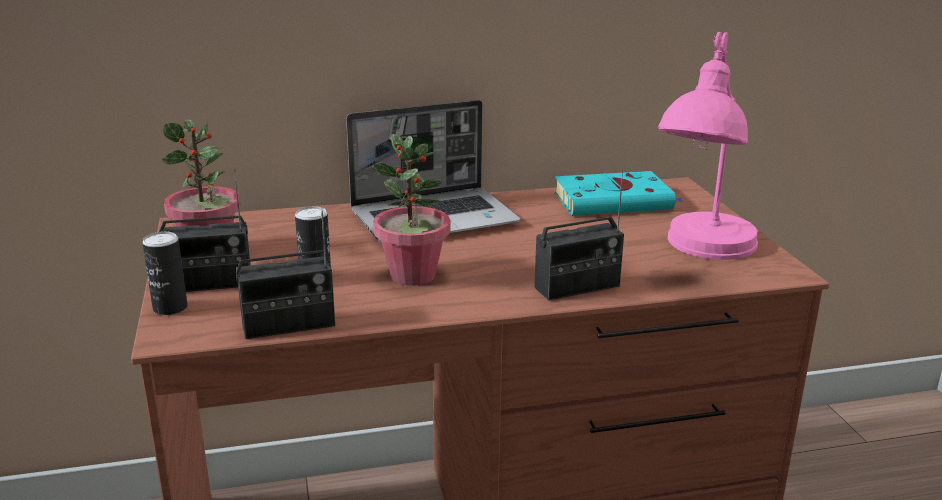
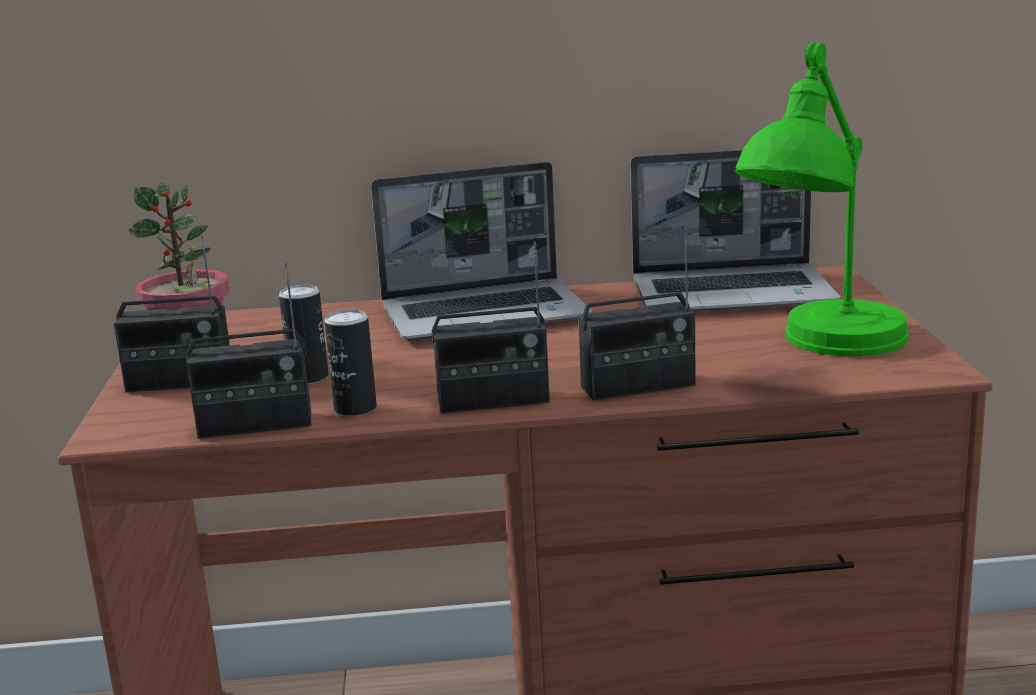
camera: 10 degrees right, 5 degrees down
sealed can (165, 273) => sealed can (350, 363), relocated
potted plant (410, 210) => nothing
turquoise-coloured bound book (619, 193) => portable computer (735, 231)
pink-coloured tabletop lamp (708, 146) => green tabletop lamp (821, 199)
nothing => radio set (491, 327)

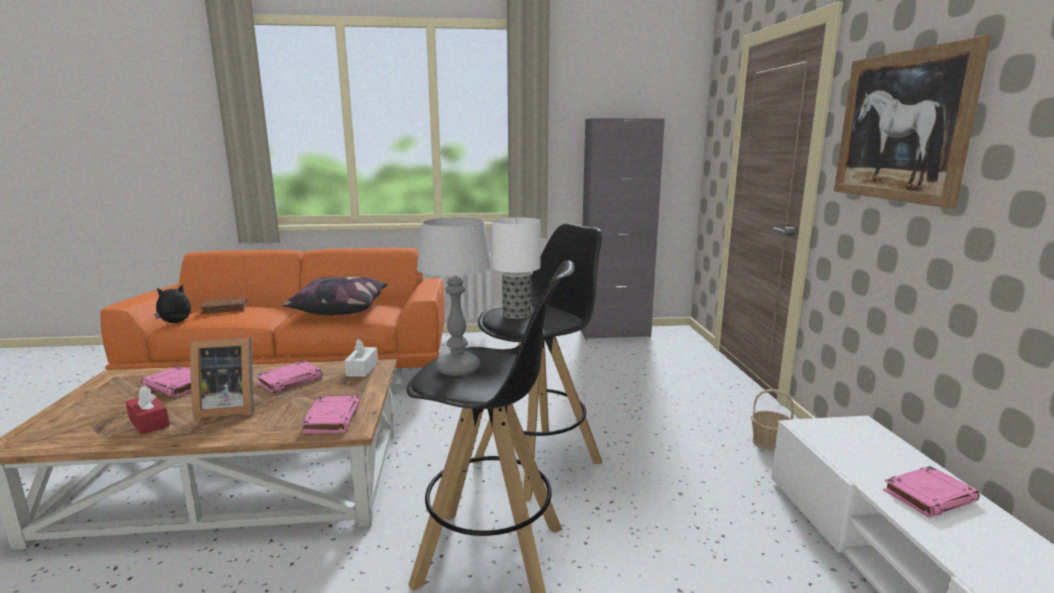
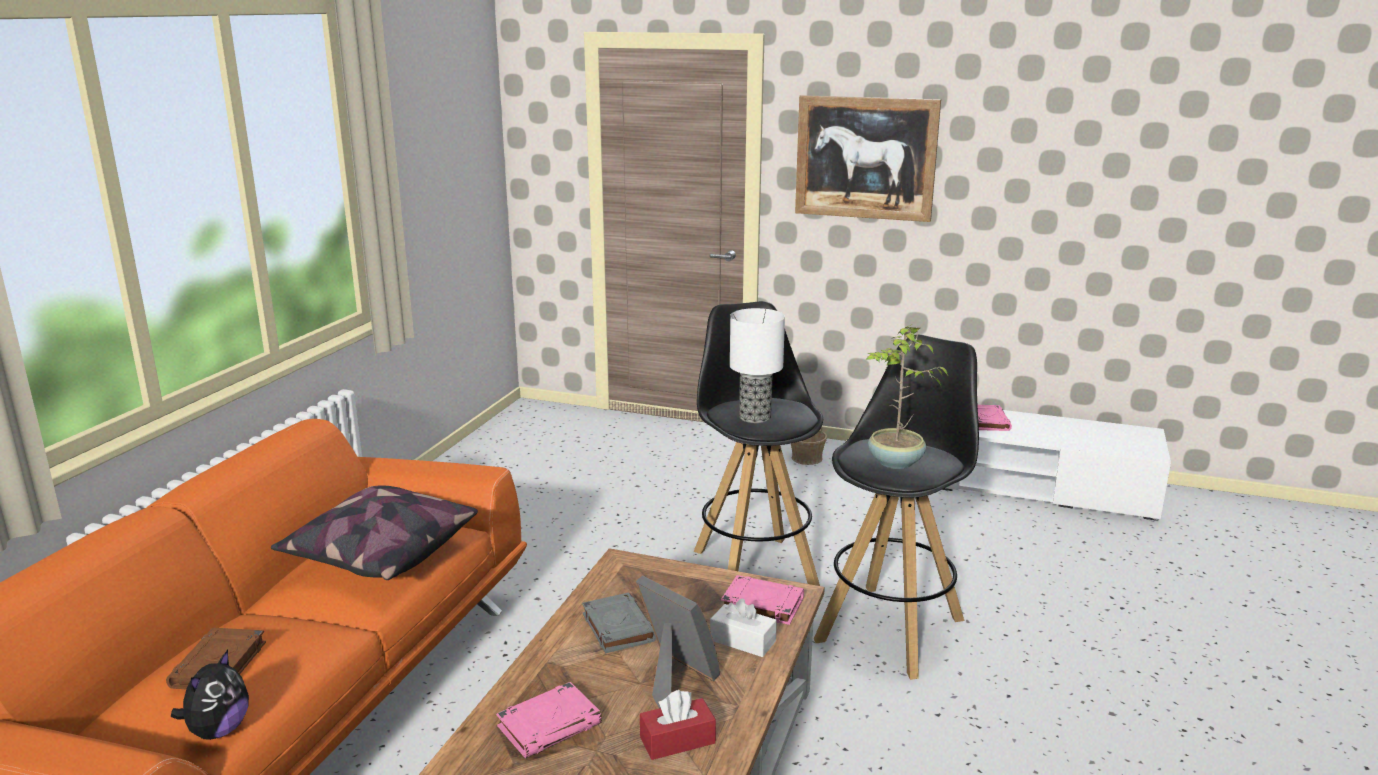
camera: 65 degrees left, 5 degrees up
plush toy (172, 303) => plush toy (210, 695), 150 degrees counterclockwise
photo frame (222, 378) => photo frame (678, 641), 60 degrees counterclockwise
pink-coloured bound book (289, 377) => greyish bound book (619, 623)
white box of tissues (361, 357) => white box of tissues (743, 627), relocated
tabletop lamp (454, 296) => potted plant (907, 396)
greyish storage cabinet (622, 228) => nothing

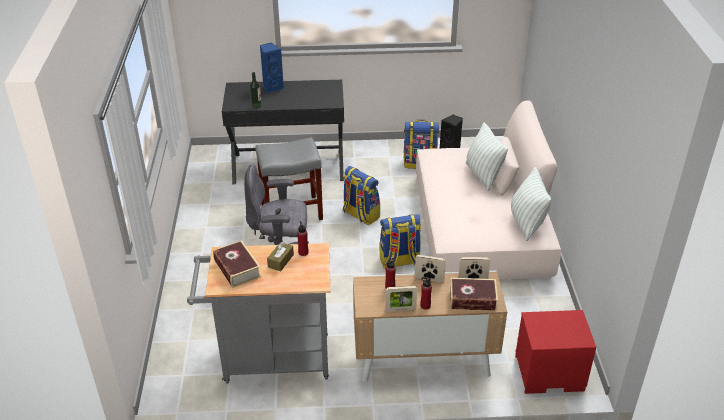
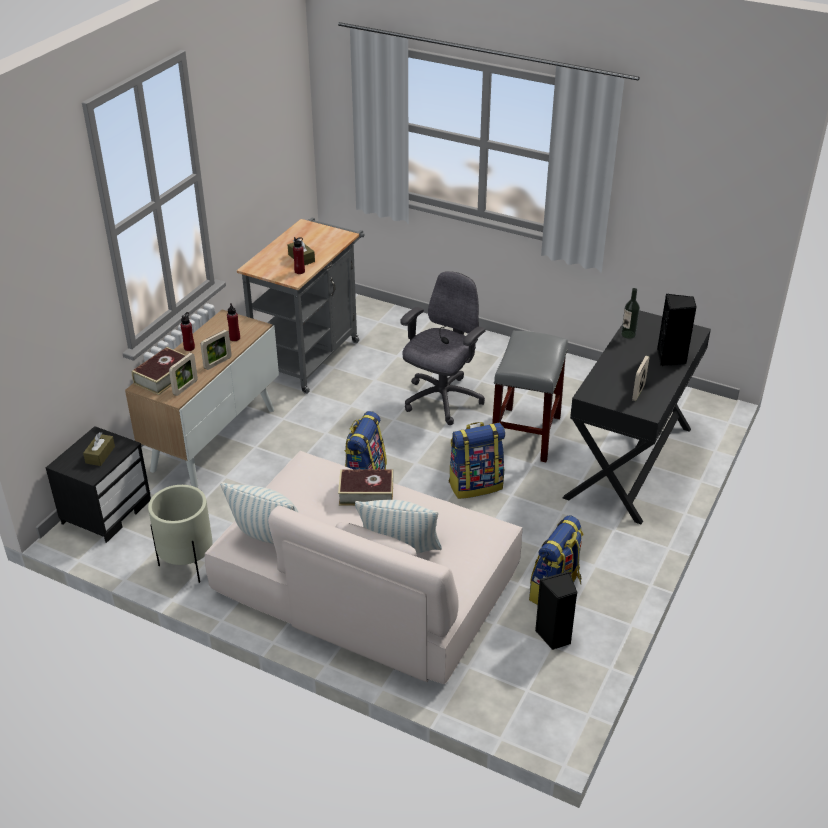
camera: 120 degrees right, 0 degrees up
bound book (237, 264) => bound book (365, 487), relocated
bluish speaker (272, 68) => blackish speaker (677, 330)
photo frame (401, 299) => photo frame (641, 378), relocated
reddish nightstand (555, 352) => blackish nightstand (98, 484)
nothing => brownish box of tissues (99, 449)
nothing => beige planter (180, 534)

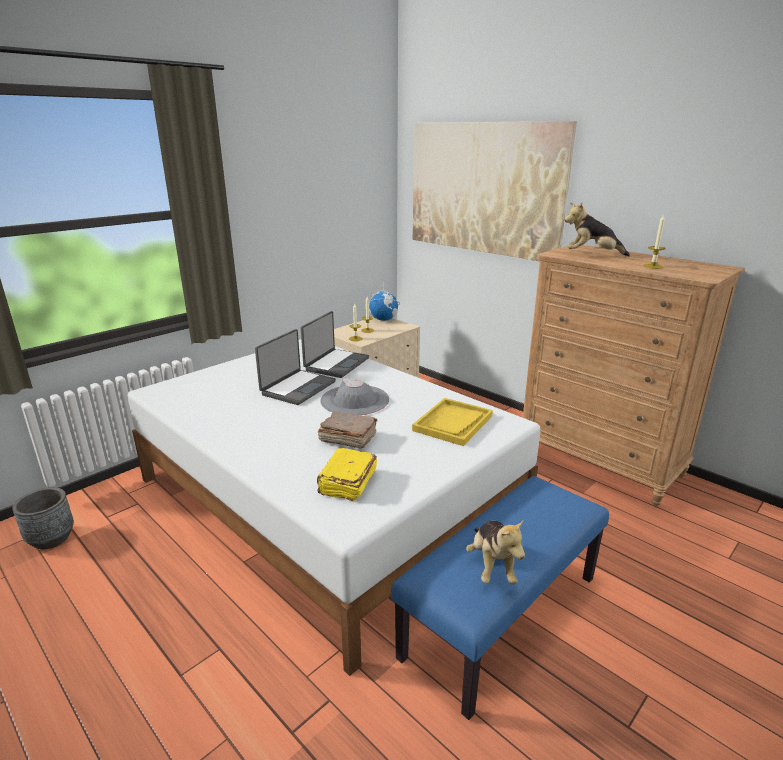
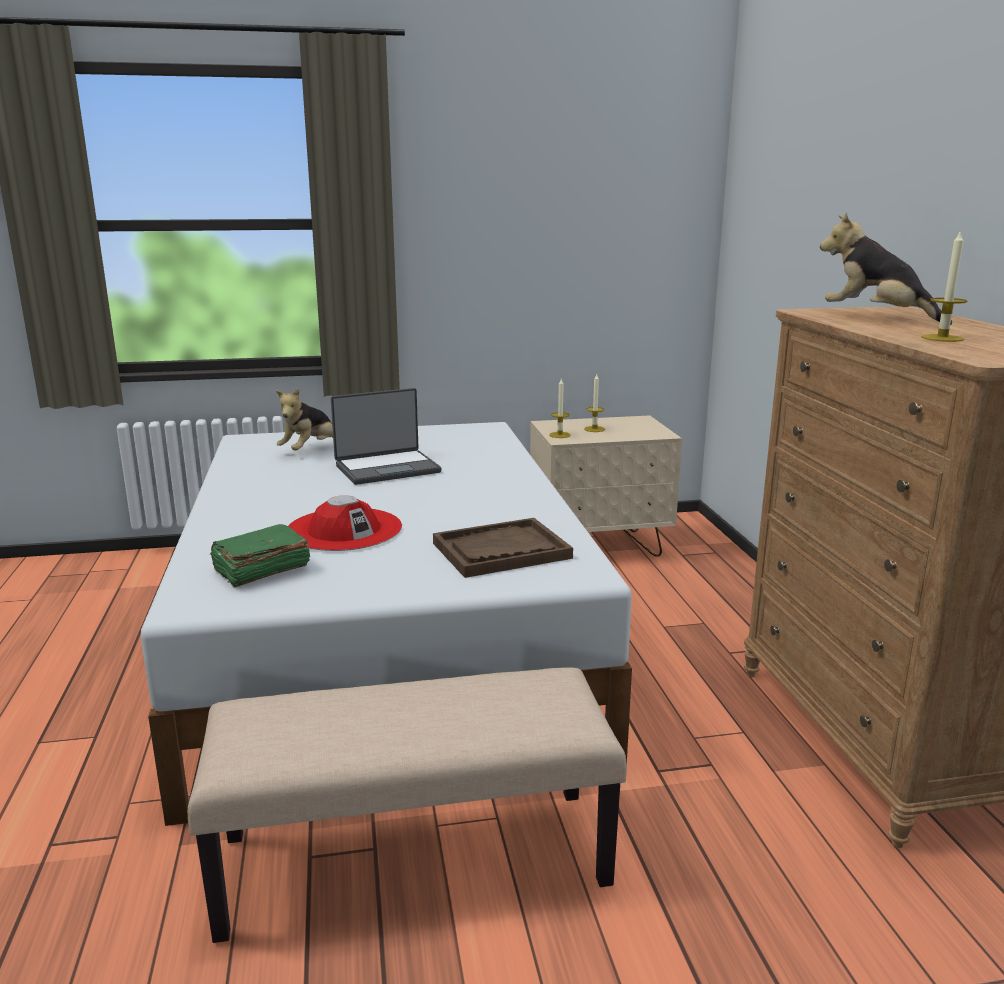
camera: 35 degrees right, 5 degrees down
greyish planter (43, 518) => nothing
portable computer (335, 344) => nothing
yellow bound book (347, 474) => green bound book (260, 556)
brownish bound book (347, 430) => reddish wearable hat (345, 523)
greyish wearable hat (354, 396) => nothing
world globe (384, 301) => nothing
bluish indoor bench (500, 598) => beige indoor bench (407, 805)
yellow tray (452, 422) => brownish tray (503, 548)
picture (495, 191) => nothing
plush toy (495, 551) => plush toy (304, 419), relocated

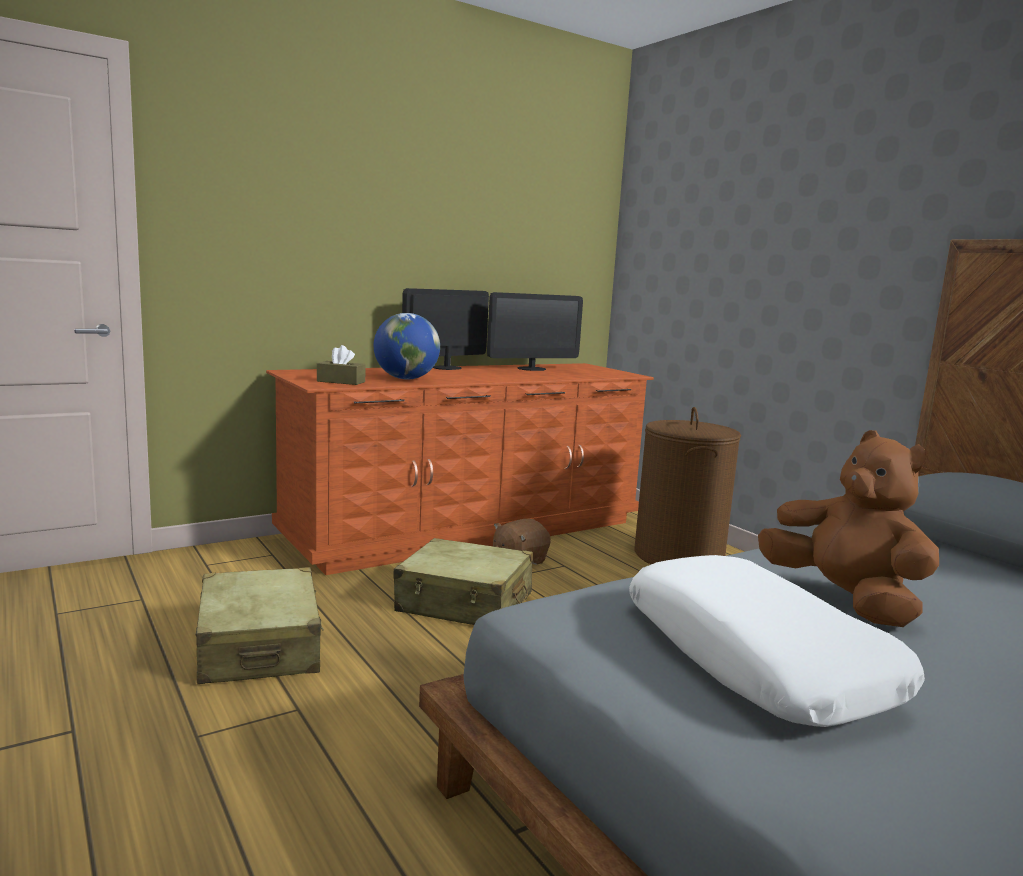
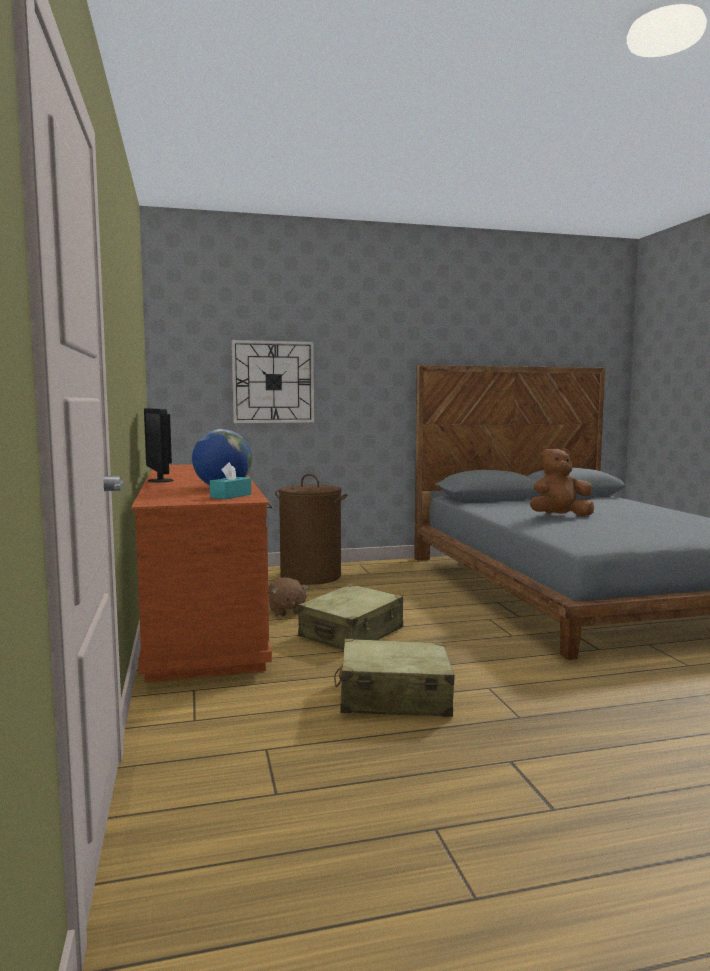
camera: 70 degrees left, 5 degrees down
brownish box of tissues (341, 365) => turquoise-coloured box of tissues (230, 481)
monitor (535, 331) => nothing
white pillow (777, 641) => nothing
nothing => hanging clock (273, 381)

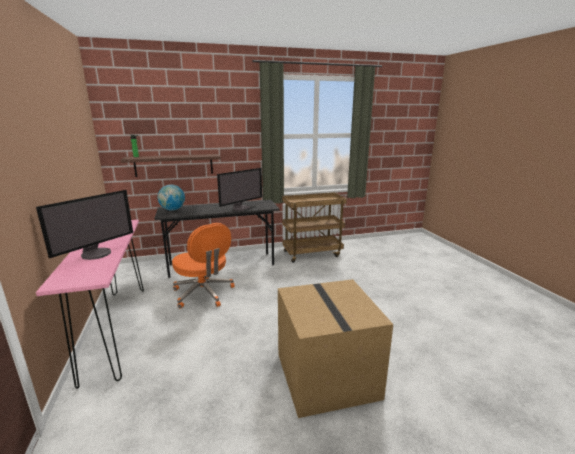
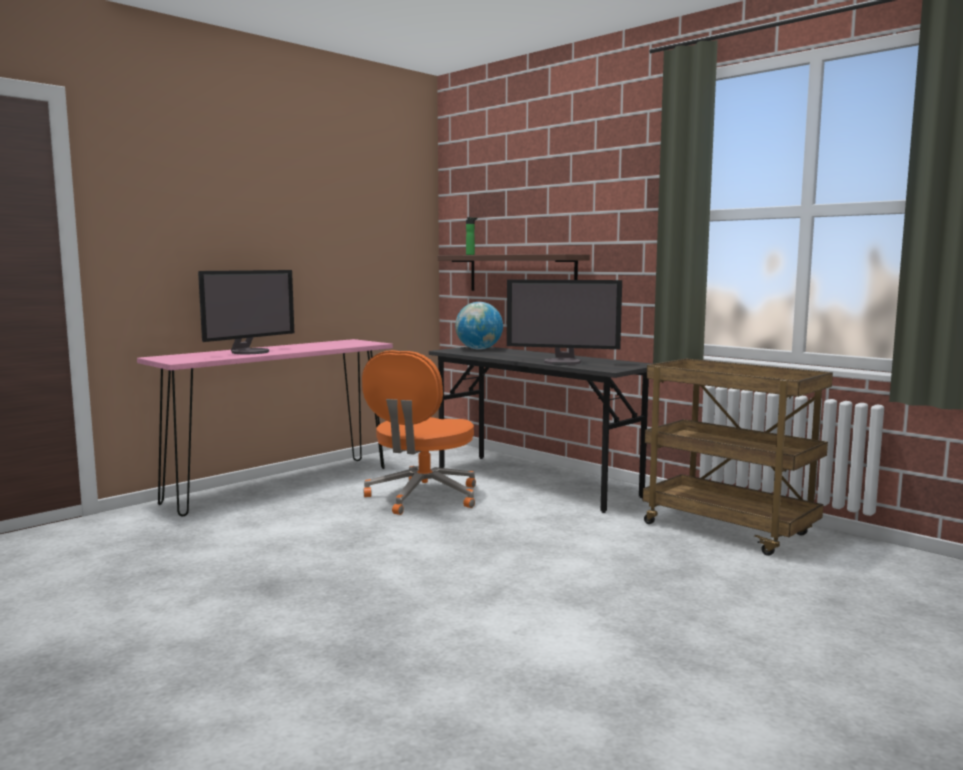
camera: 60 degrees right, 10 degrees down
monitor (84, 225) => monitor (246, 312), 60 degrees counterclockwise
packing box (335, 348) => nothing

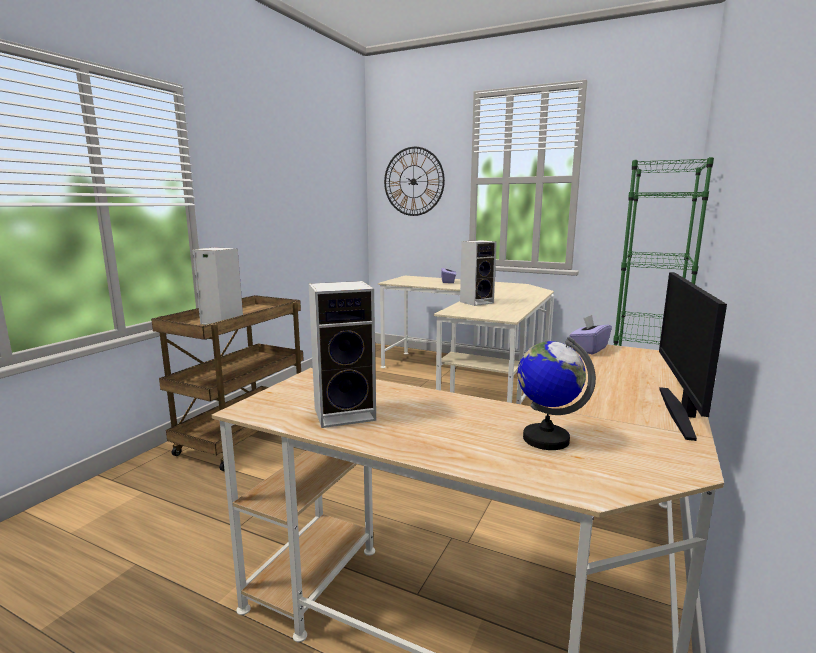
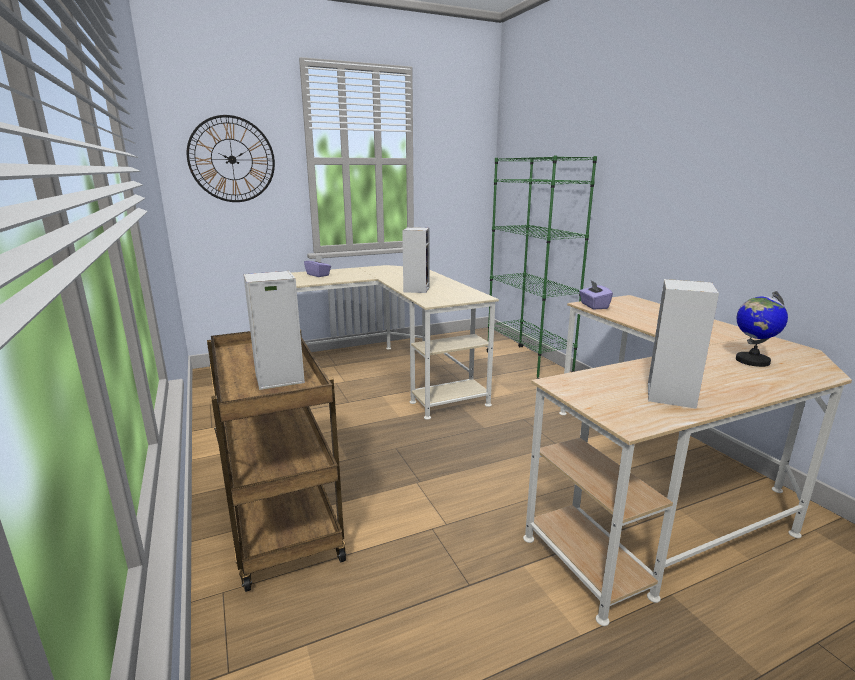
camera: 50 degrees left, 5 degrees up
monitor (693, 356) => nothing

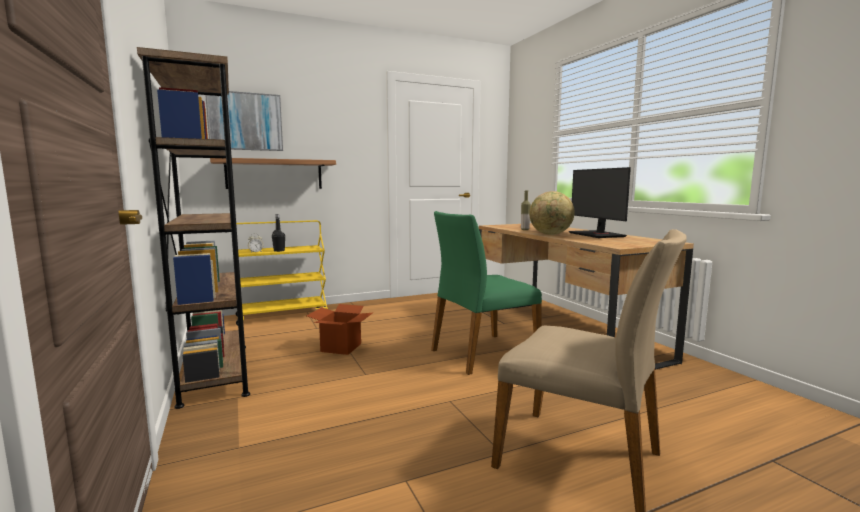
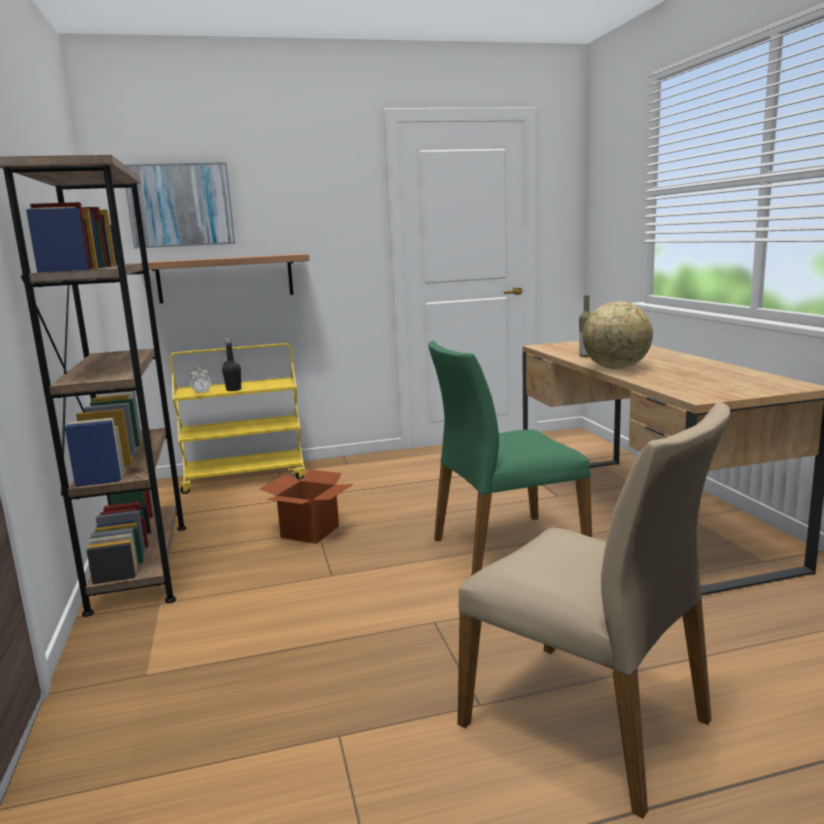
camera: 10 degrees right, 5 degrees up
monitor (600, 202) => nothing

